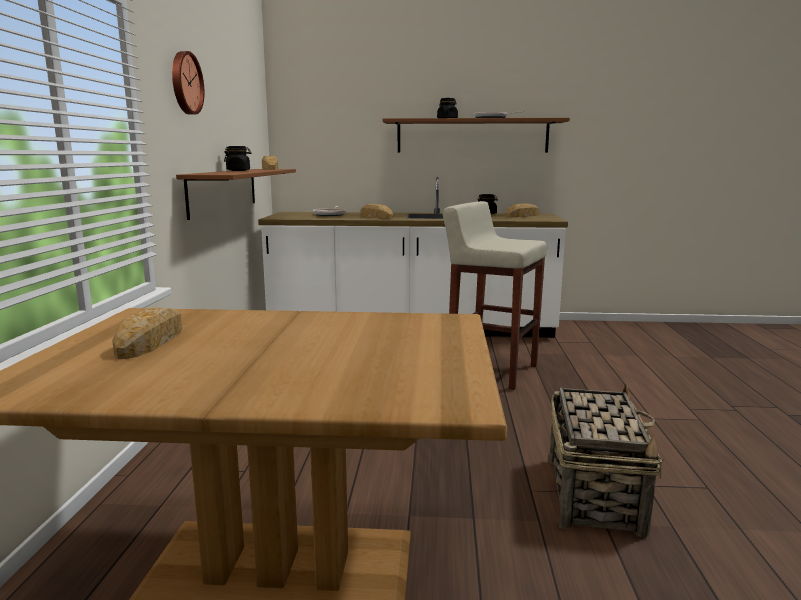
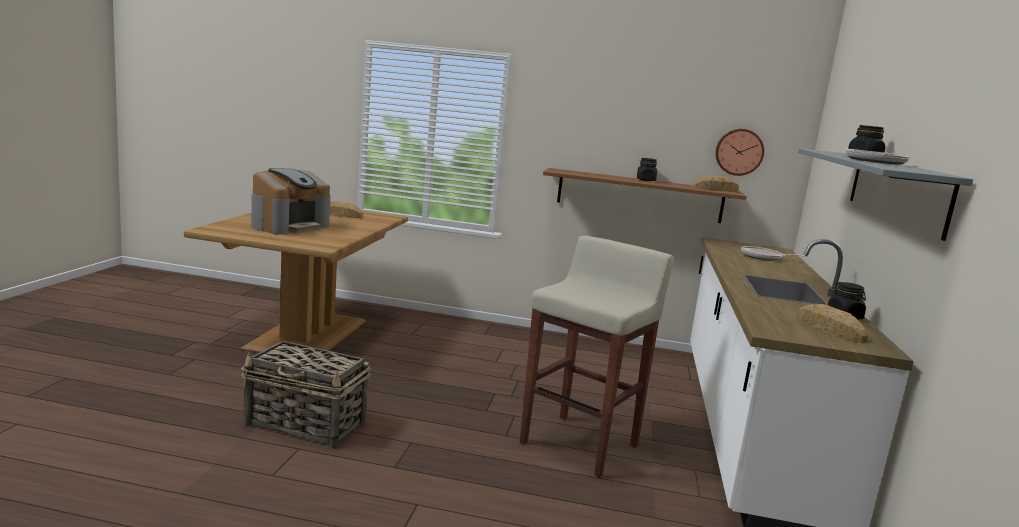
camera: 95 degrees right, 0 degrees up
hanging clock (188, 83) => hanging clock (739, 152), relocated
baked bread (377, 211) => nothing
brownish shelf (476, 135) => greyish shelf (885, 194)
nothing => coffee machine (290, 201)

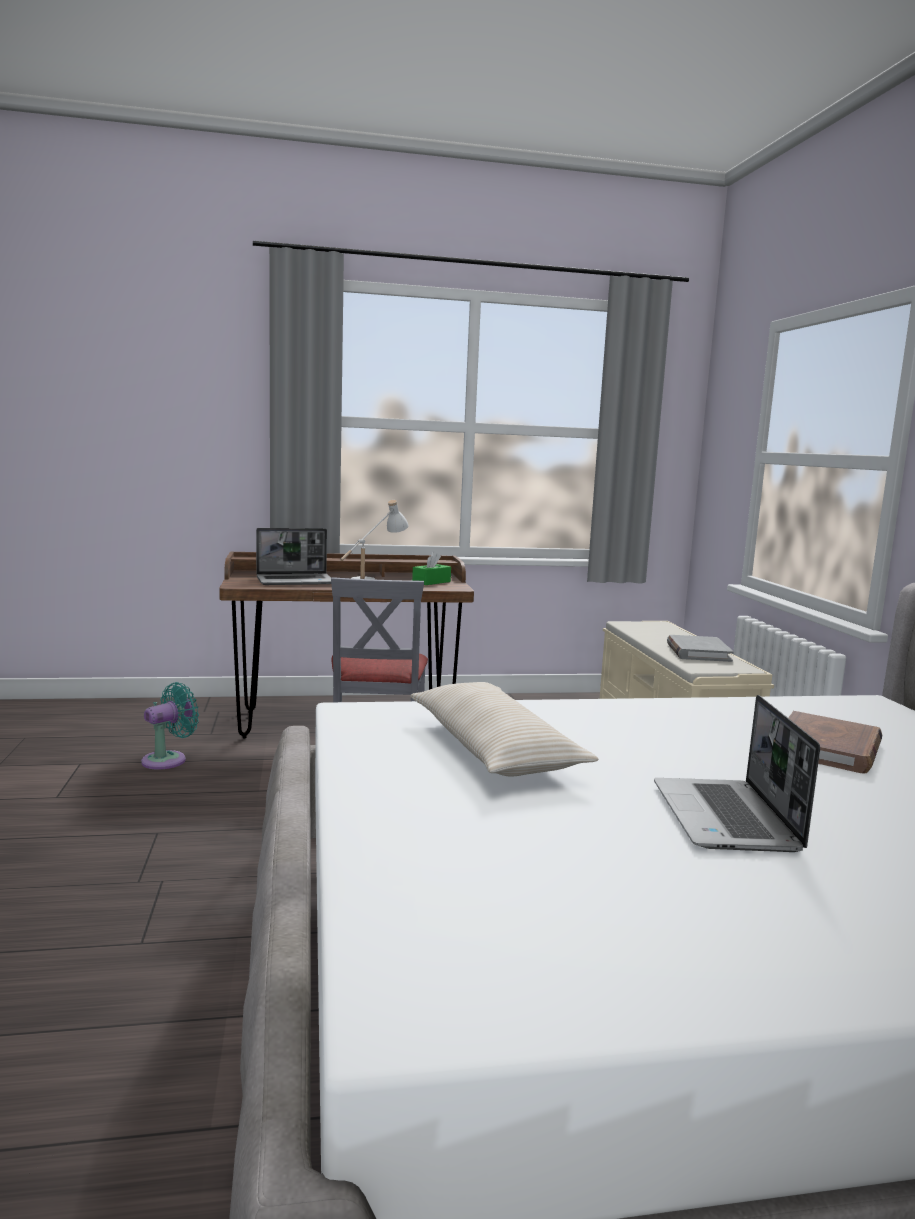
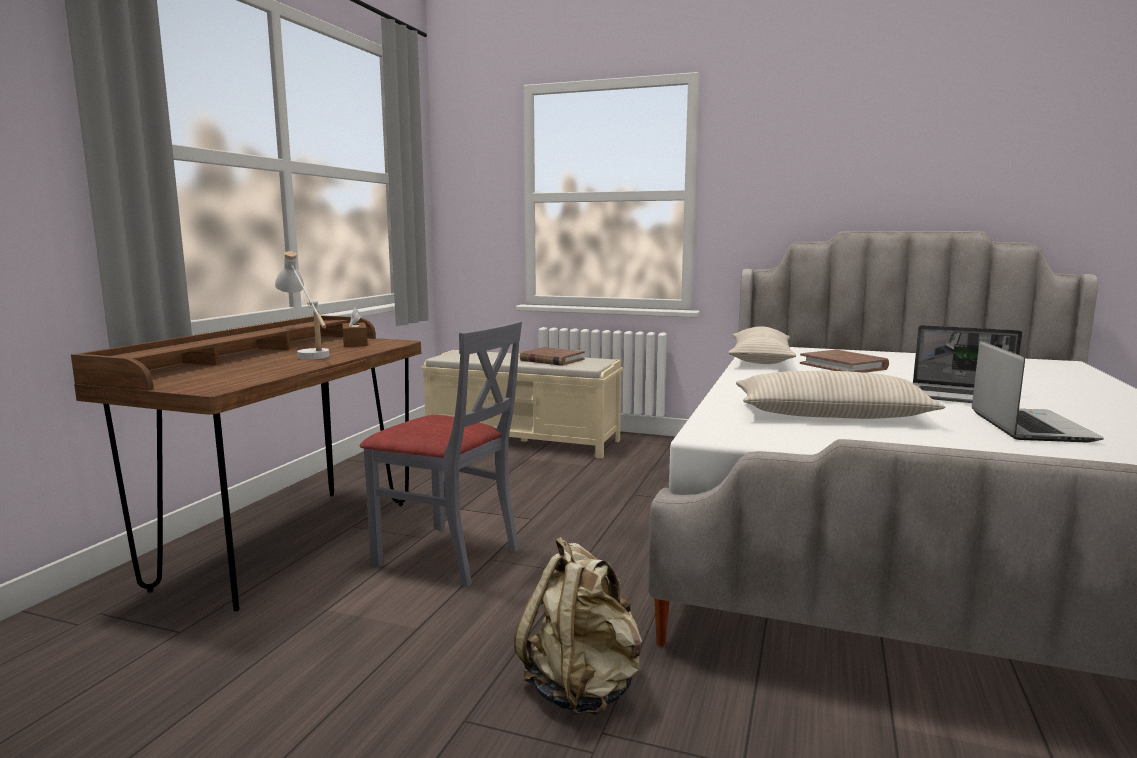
camera: 60 degrees left, 0 degrees up
turquoise-coloured cooling fan (170, 726) => nothing
portable computer (293, 556) => portable computer (1038, 392), relocated
green box of tissues (431, 568) => brownish box of tissues (355, 327)
greyish bound book (700, 648) => brownish bound book (552, 356)
nothing => beige backpack (578, 626)
nothing => beige pillow (762, 345)

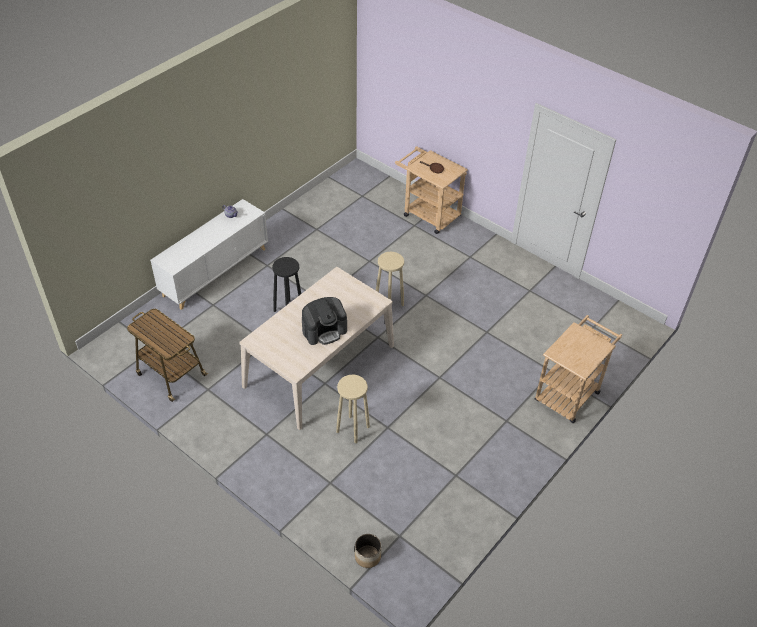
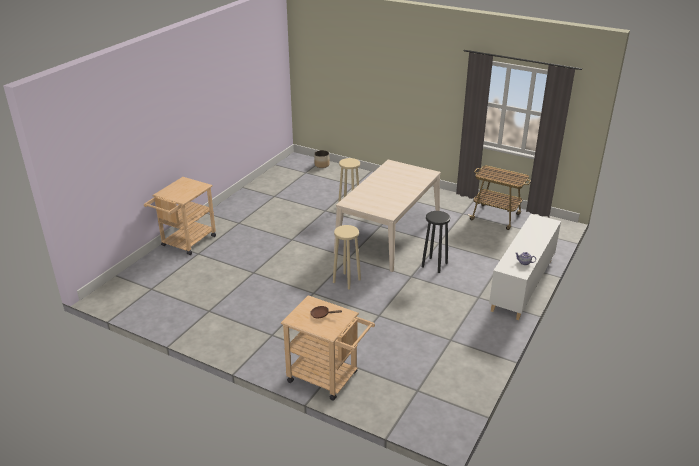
camera: 170 degrees right, 15 degrees down
coffee machine (324, 321) => nothing

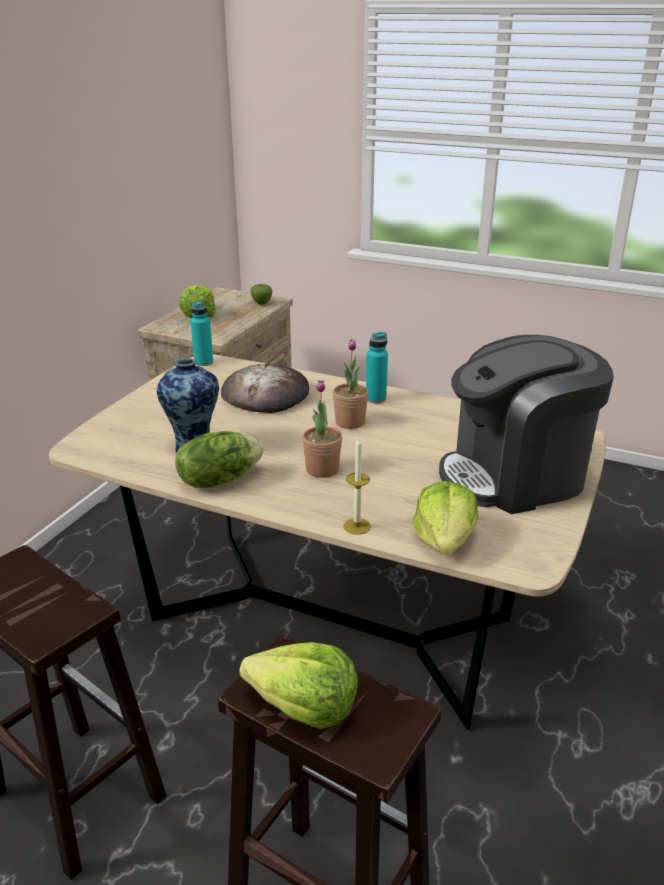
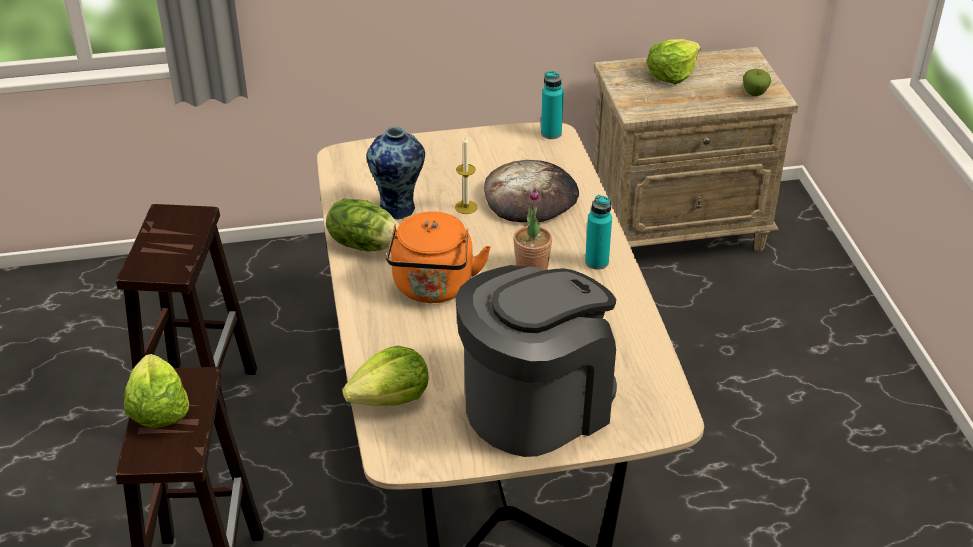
camera: 55 degrees right, 10 degrees up
potted plant (322, 429) => orange kettle (438, 257)
candle (357, 486) => candle (466, 175), relocated
coffee machine (526, 424) => coffee machine (536, 361), 105 degrees clockwise

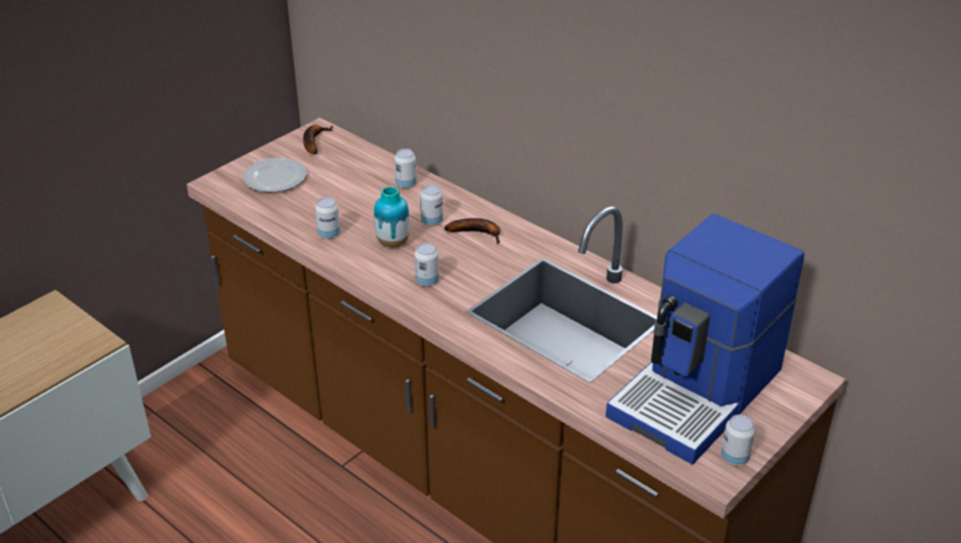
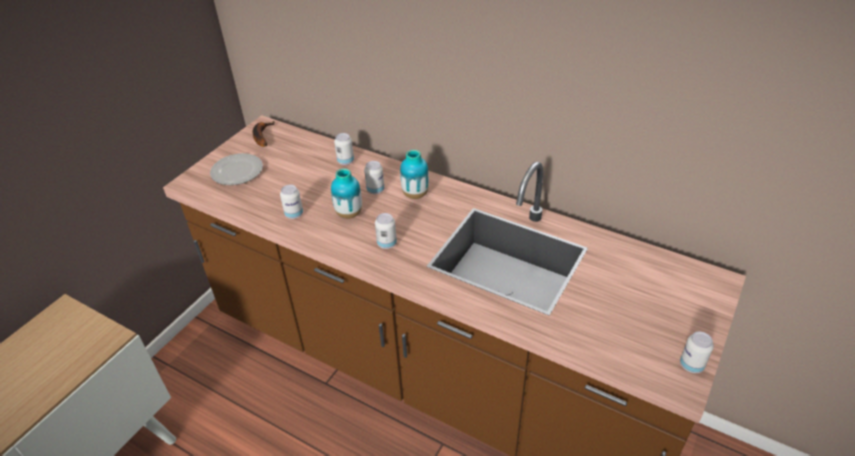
camera: 10 degrees left, 5 degrees up
banana (472, 231) => decorative vase (414, 174)
coffee machine (705, 339) => nothing

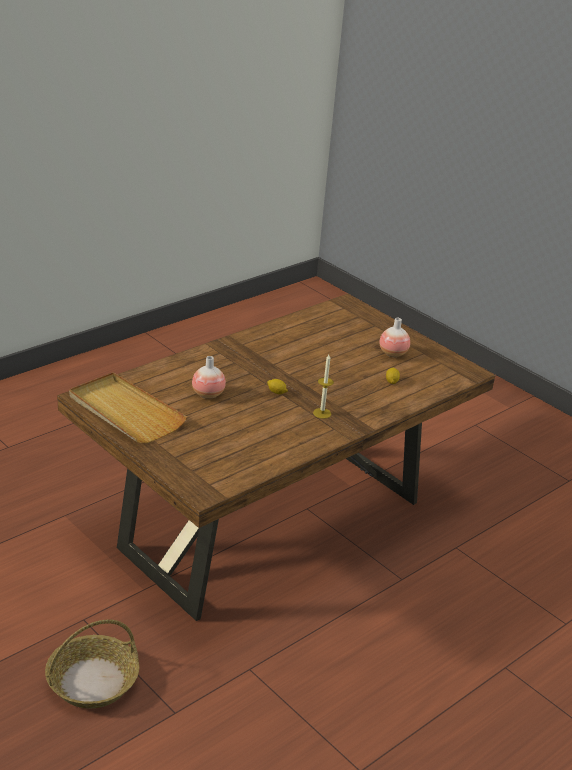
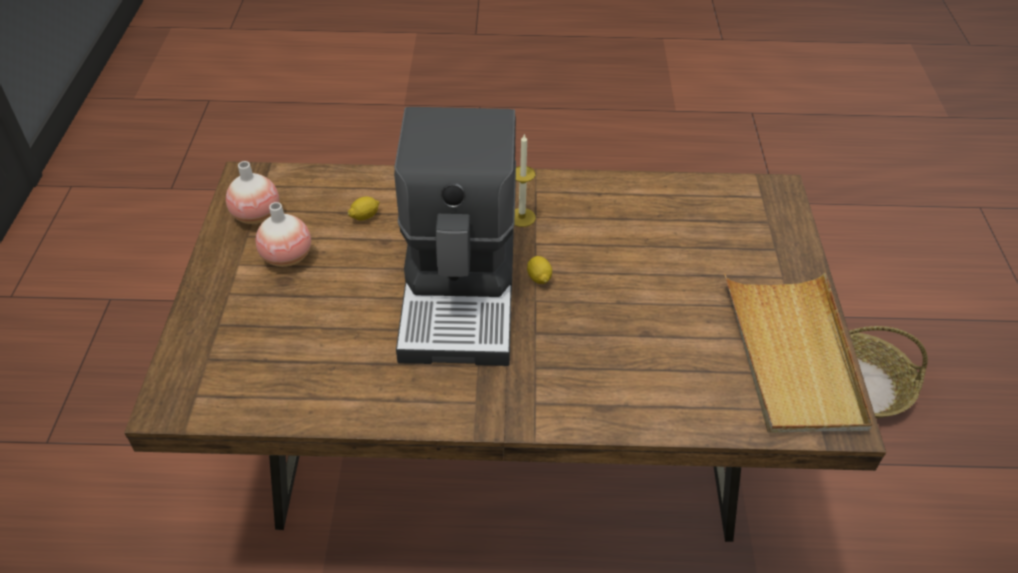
camera: 135 degrees left, 15 degrees up
decorative vase (209, 377) => decorative vase (252, 192), relocated
nothing => coffee machine (455, 236)

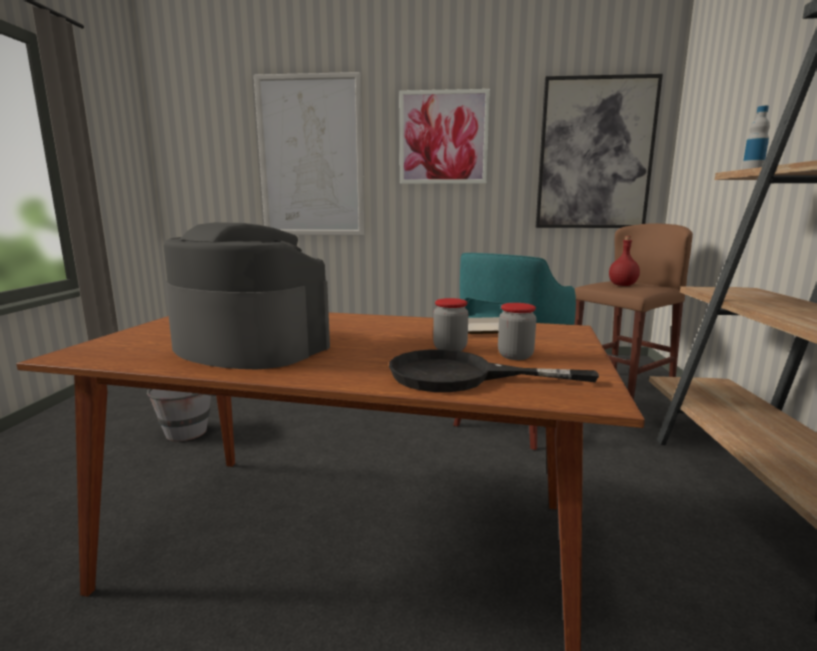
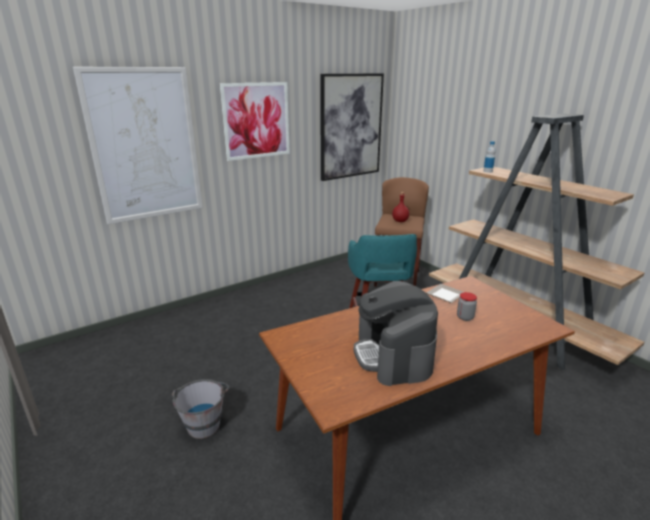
camera: 40 degrees left, 10 degrees up
coffee machine (247, 295) => coffee machine (396, 333), 90 degrees counterclockwise
blackish frying pan (494, 370) => nothing
jar (517, 331) => nothing

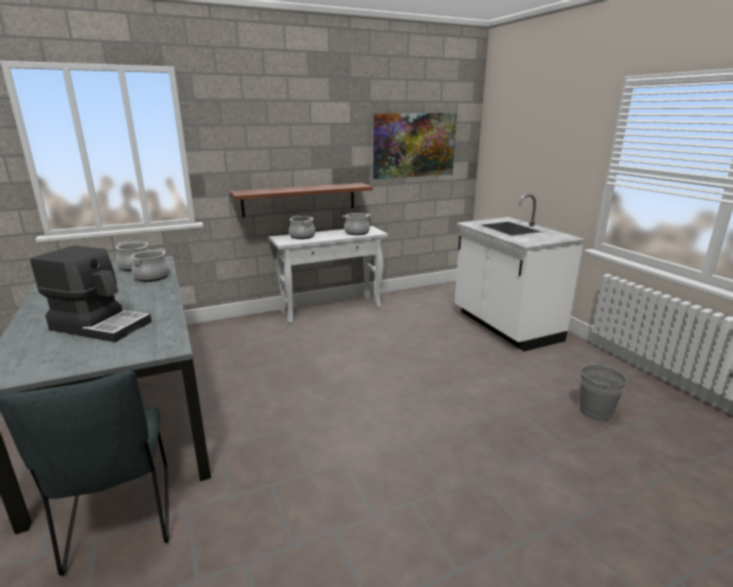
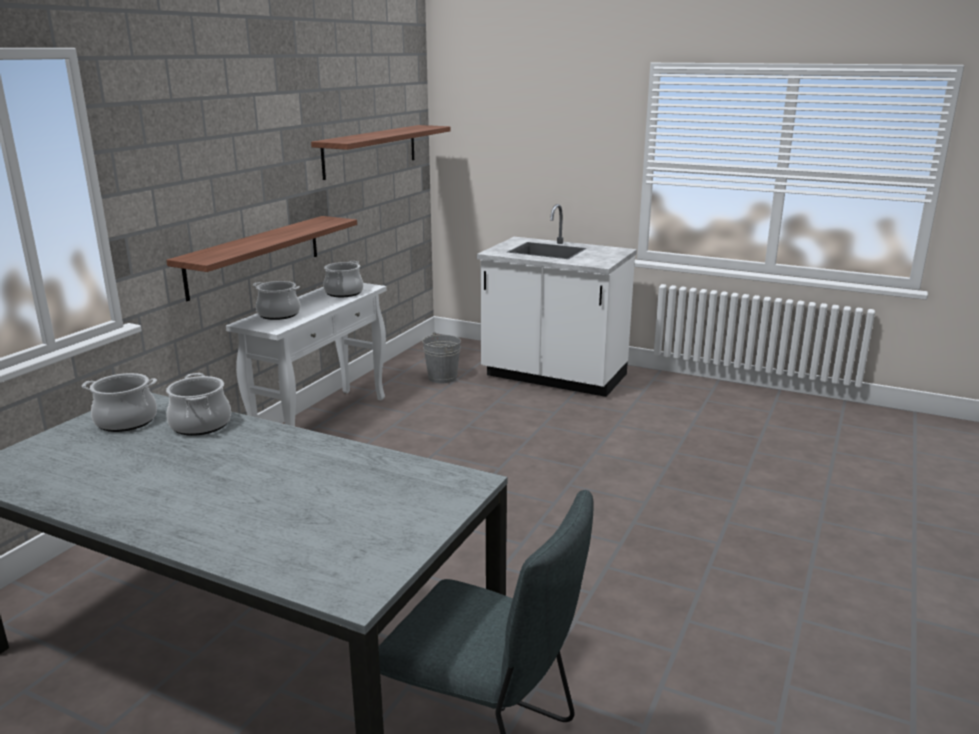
camera: 40 degrees left, 0 degrees up
coffee machine (91, 293) => nothing
picture (415, 146) => shelf (381, 152)
greyish water bucket (603, 391) => greyish water bucket (441, 357), relocated

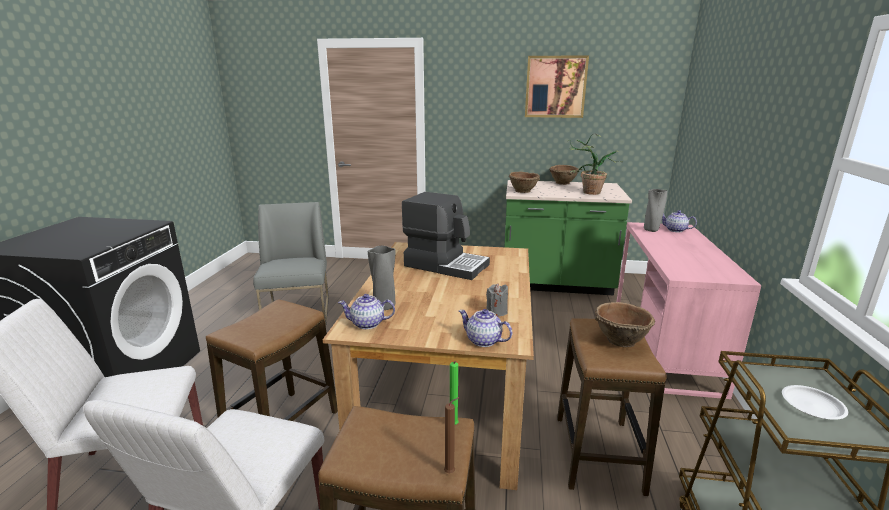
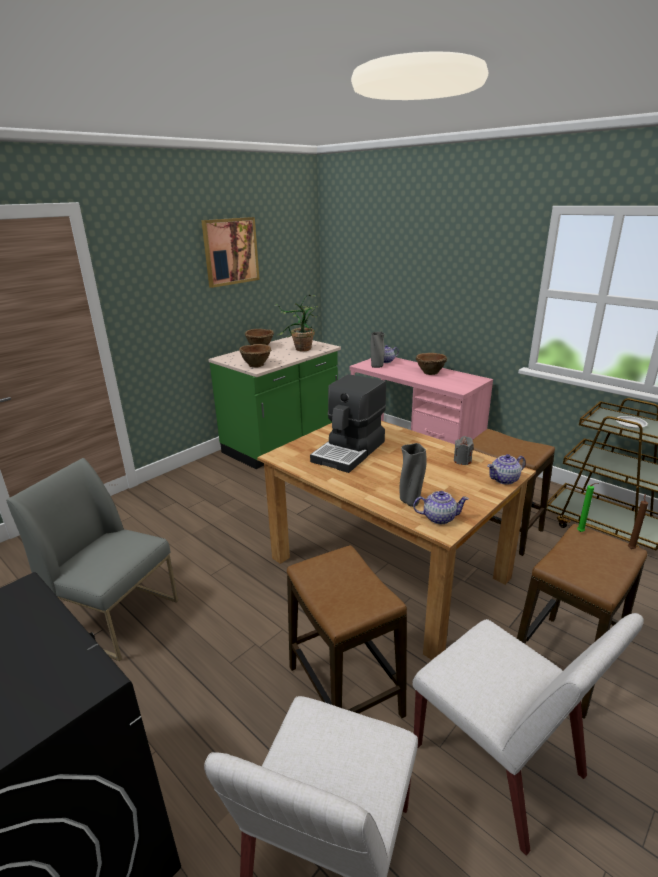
camera: 55 degrees left, 5 degrees up
tea pot (366, 311) => tea pot (441, 507), 120 degrees counterclockwise
coffee machine (446, 236) => coffee machine (348, 423), 150 degrees clockwise
brownish serving bowl (625, 324) => brownish serving bowl (431, 364), relocated

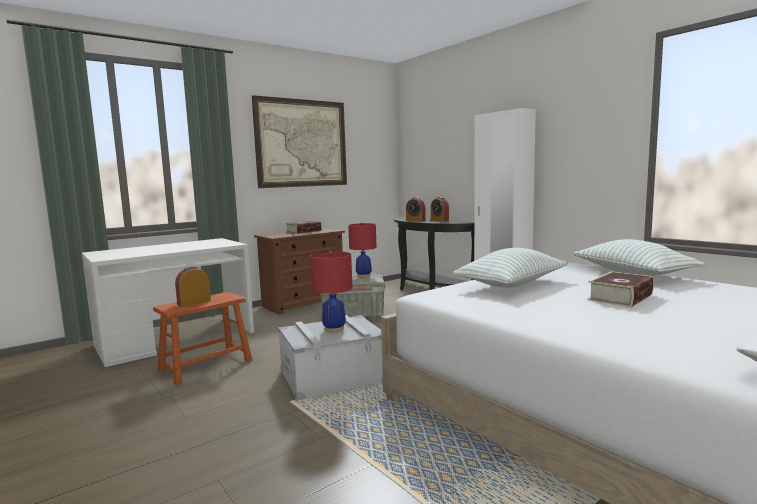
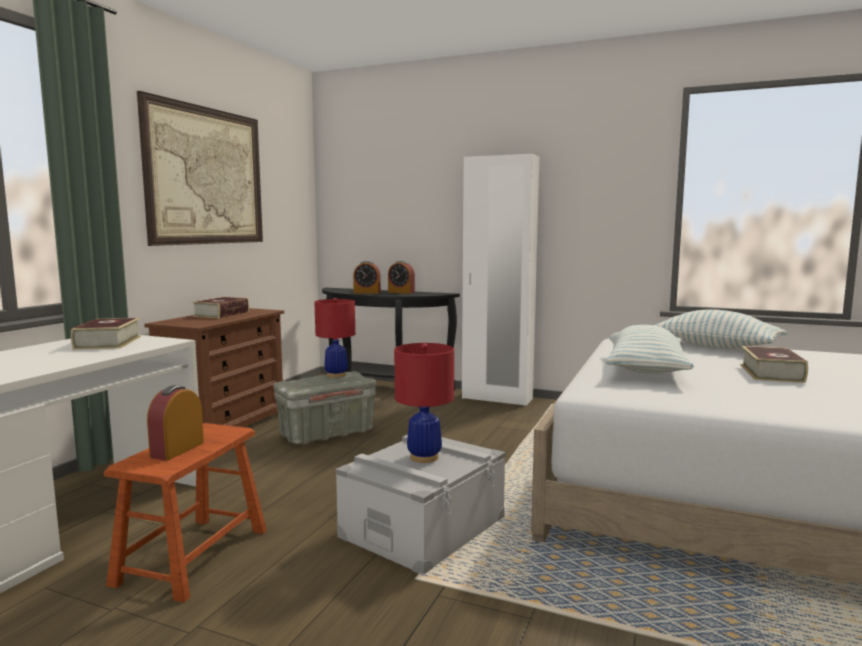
camera: 30 degrees left, 0 degrees up
nothing => bound book (106, 334)

